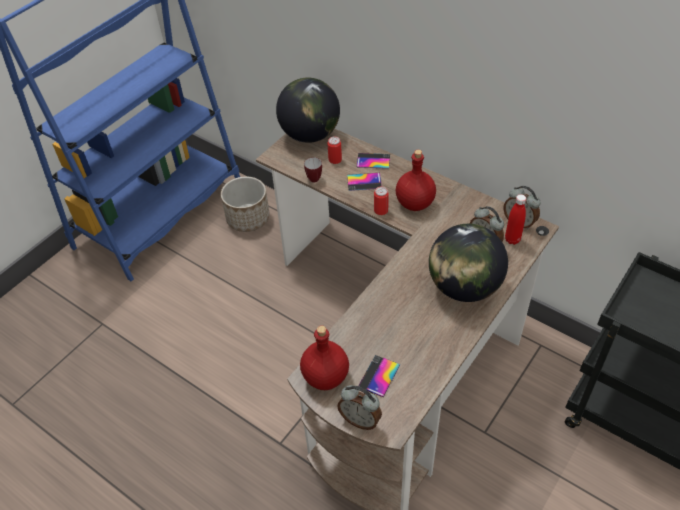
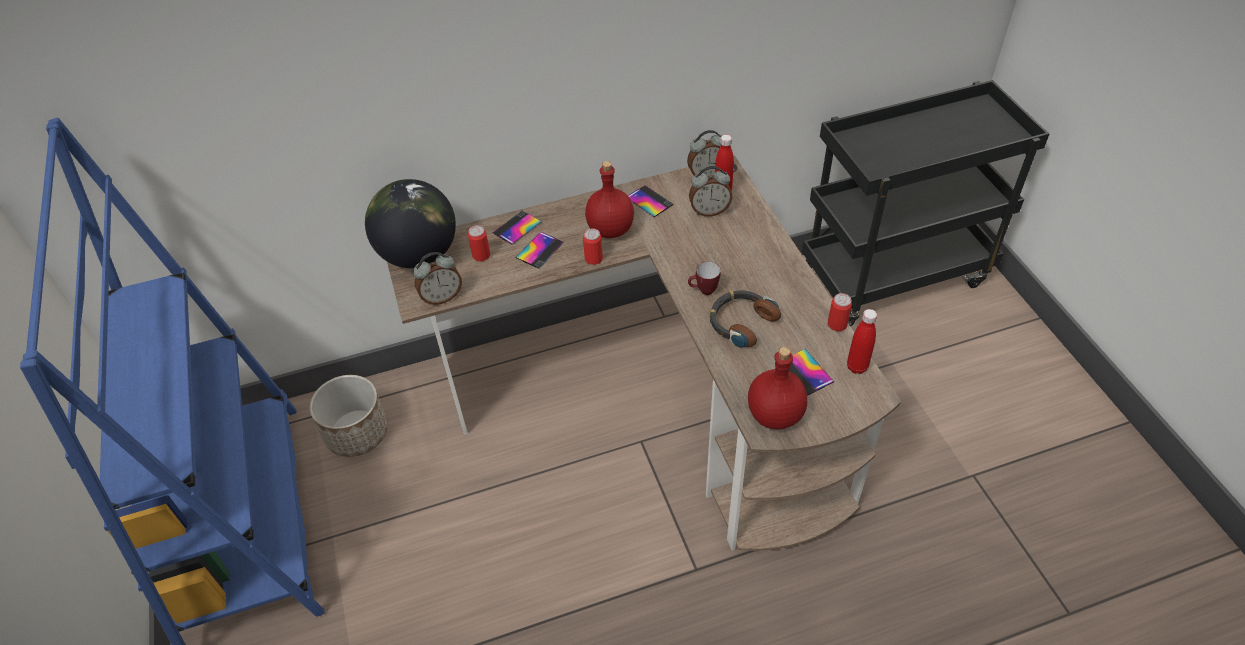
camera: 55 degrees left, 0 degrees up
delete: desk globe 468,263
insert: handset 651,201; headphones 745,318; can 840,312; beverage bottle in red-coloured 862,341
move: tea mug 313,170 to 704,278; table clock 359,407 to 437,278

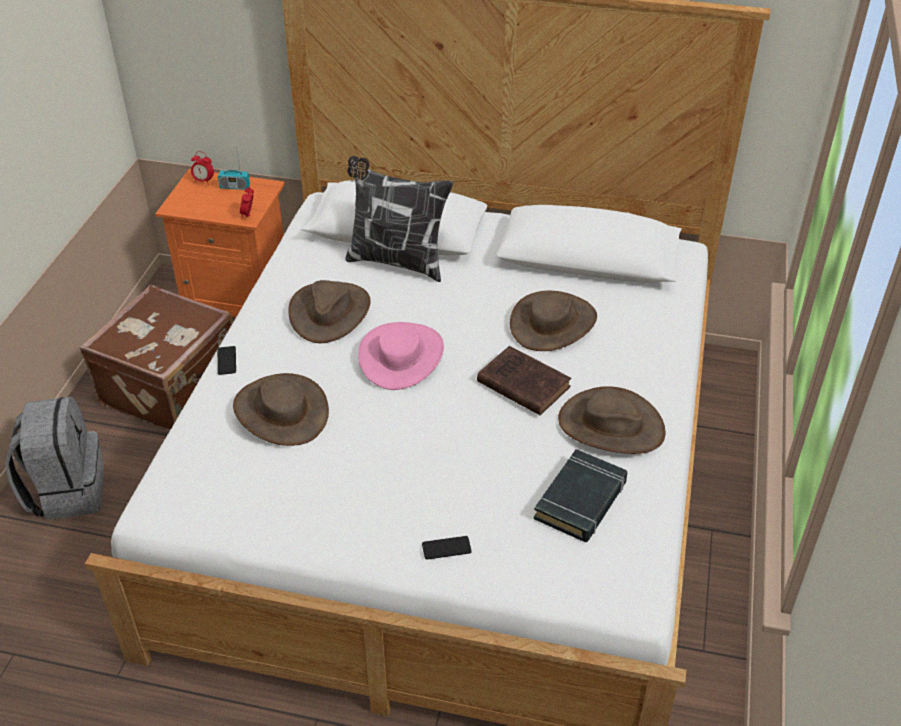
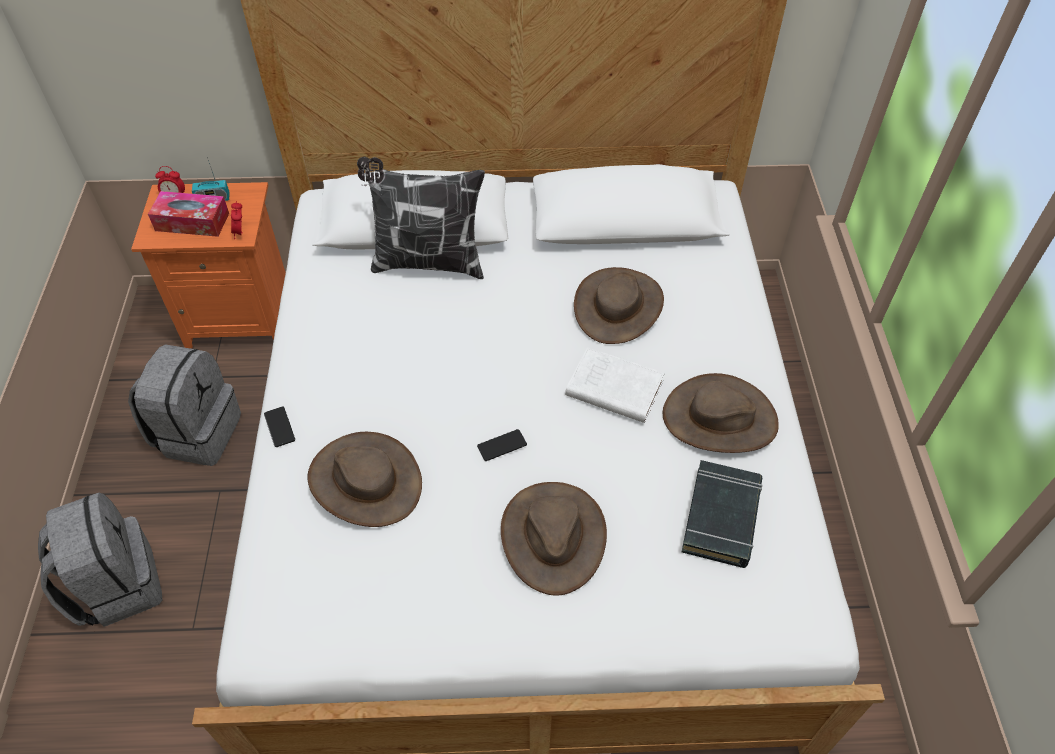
camera: 15 degrees left, 10 degrees up
delete: hat in pink 401,356
insert: box of tissues 188,214
move: hat in brownish 329,311 to 554,538; handset 447,547 to 502,445
replace: piece of luggage in brownish 156,358 to knapsack in gray 184,405
recolor: volume in brownish 524,380 to volume in whitish 615,385

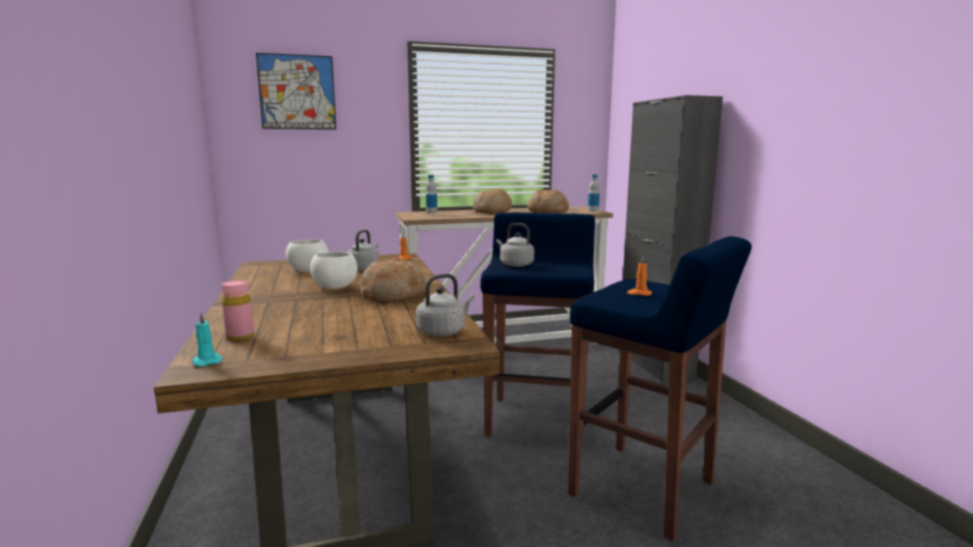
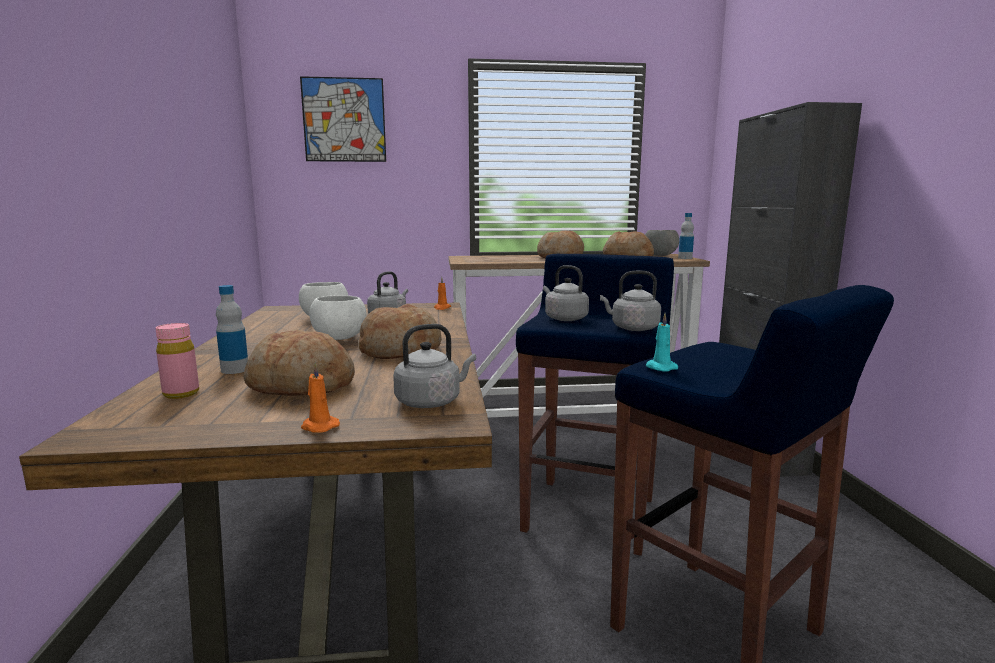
camera: 10 degrees right, 0 degrees up
insert: deep dish in gray 662,243; kettle in gray 630,301; baked bread 299,362
move: beverage bottle 431,194 to 232,329; candle in orangey 639,276 to 320,397; candle in turquoise-coloured 207,339 to 662,342

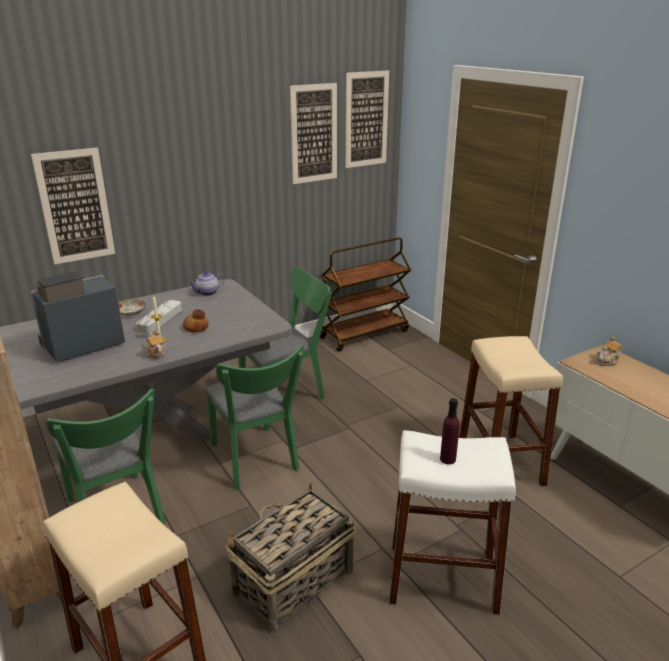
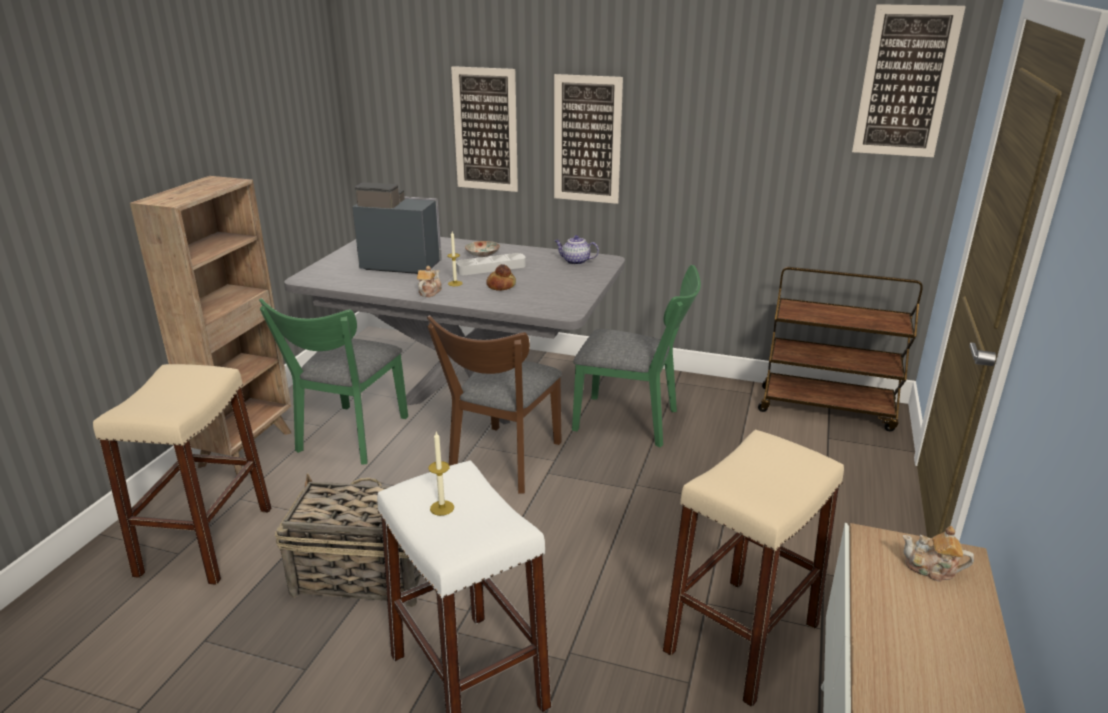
camera: 50 degrees right, 0 degrees up
move: wall picture 313,133 to 588,139
replace: beverage bottle in purple 449,431 to candle 441,474
recolor: plain chair in green-coloured 254,417 to plain chair in brownish 494,404

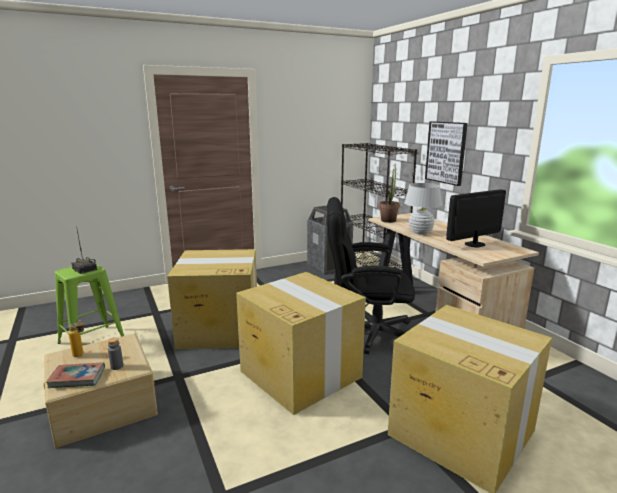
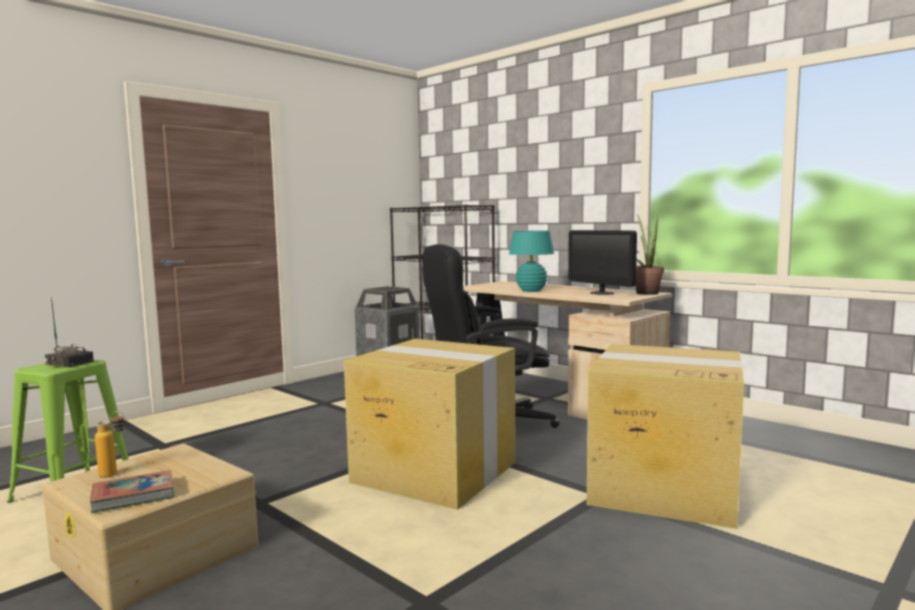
camera: 20 degrees left, 10 degrees down
delete: wall picture 446,153; packing box 212,299; beverage bottle in gray 115,353
move: plant in a pot 389,193 to 649,254
recolor: lamp for a table in whitish 423,209 to lamp for a table in turquoise-coloured 531,261
rotate: computer display 476,218 = 602,262 75 degrees counterclockwise

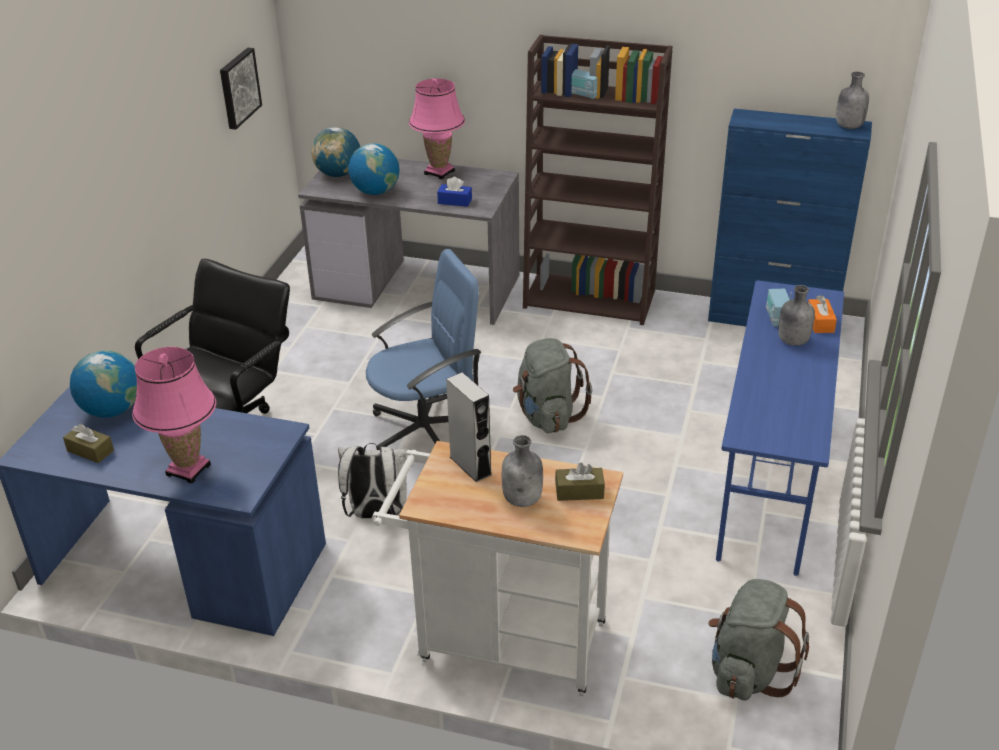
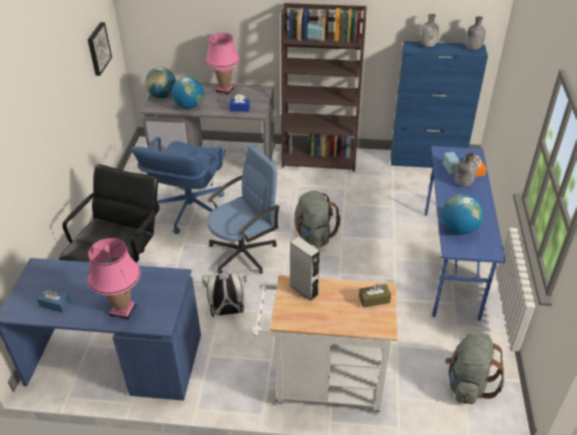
camera: 10 degrees left, 5 degrees up
insert: computer chair in blue 178,185
move: desk globe 103,384 to 462,214; beverage bottle in gray 522,471 to 429,31
recolor: box of tissues in brownish 88,443 to box of tissues in blue 54,301

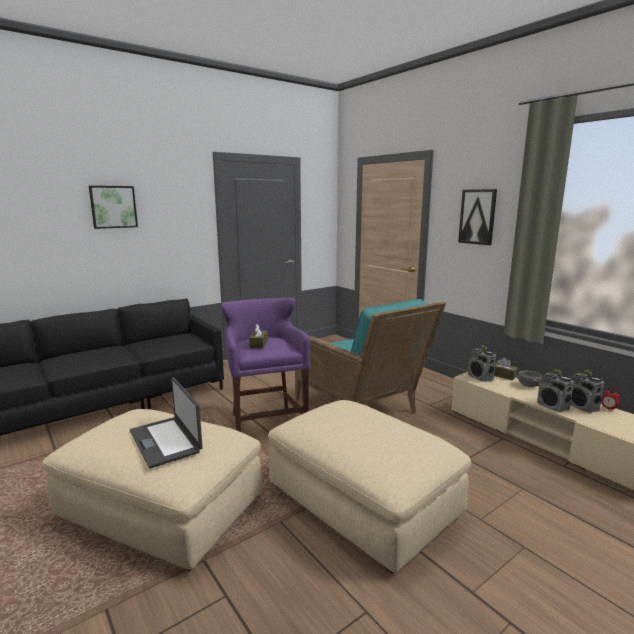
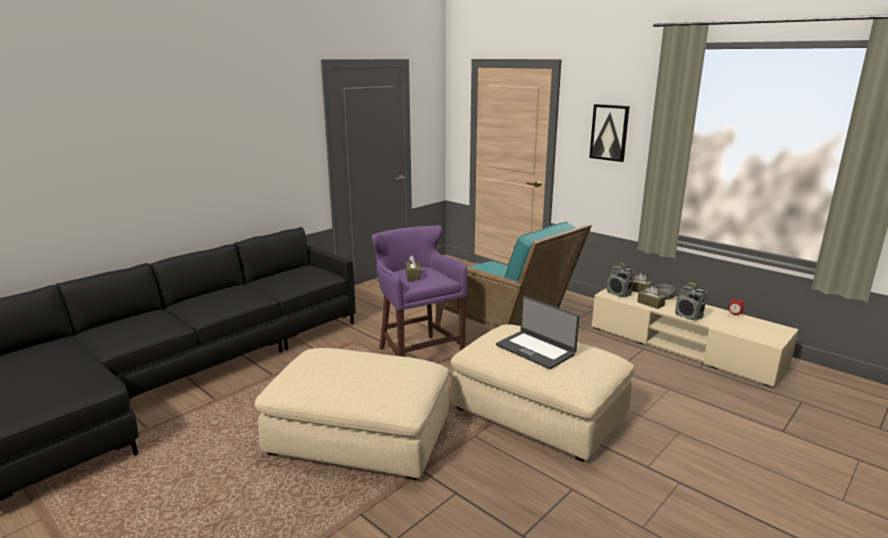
camera: 10 degrees left, 5 degrees up
delete: wall picture 113,207; radio receiver 587,391
insert: box of tissues in brownish 651,297
move: laptop 166,422 to 537,332

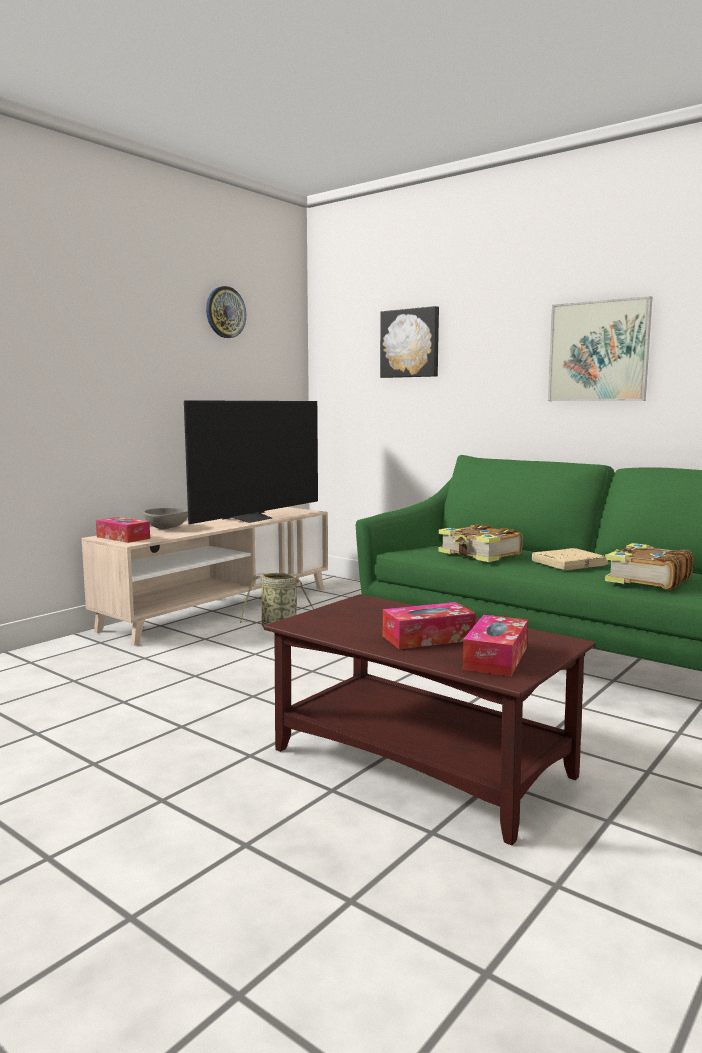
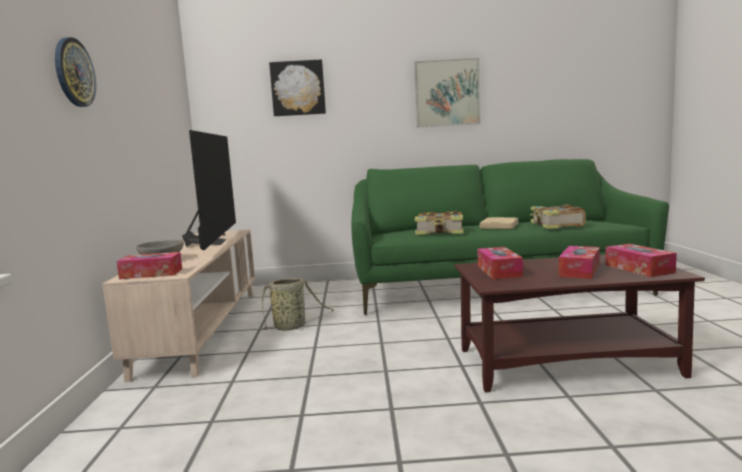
camera: 40 degrees left, 0 degrees up
insert: box of tissues 500,263
move: wall clock 226,312 to 75,72

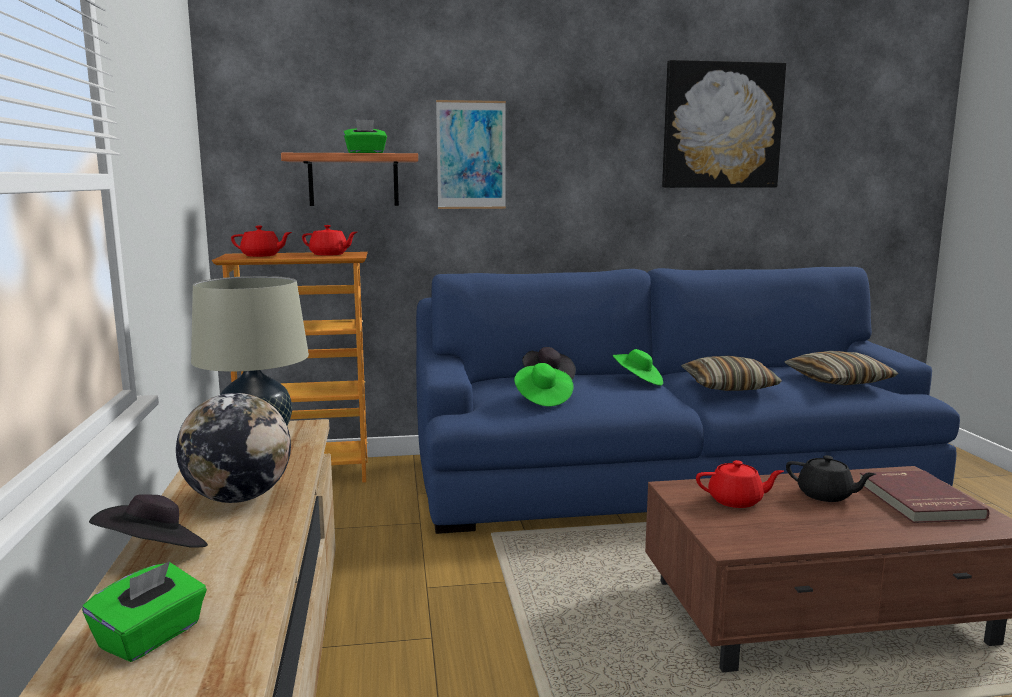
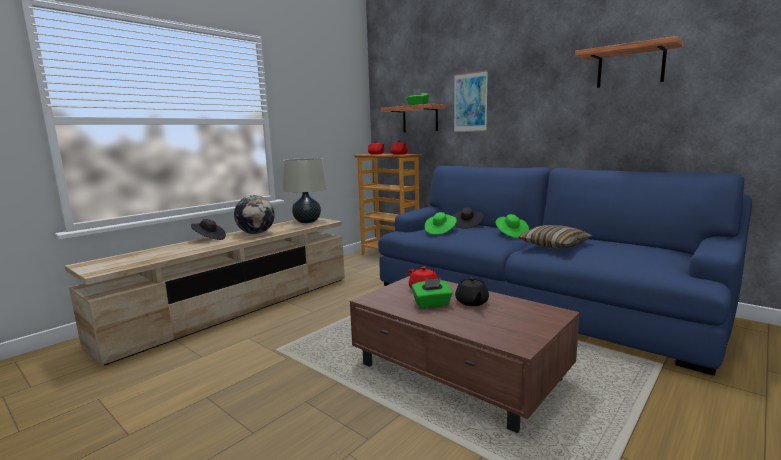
camera: 50 degrees right, 0 degrees up
delete: cushion 841,368; volume in red-coloured 924,497
move: box of tissues in green-coloured 144,611 to 432,293
replace: wall picture 724,124 to shelf 629,62

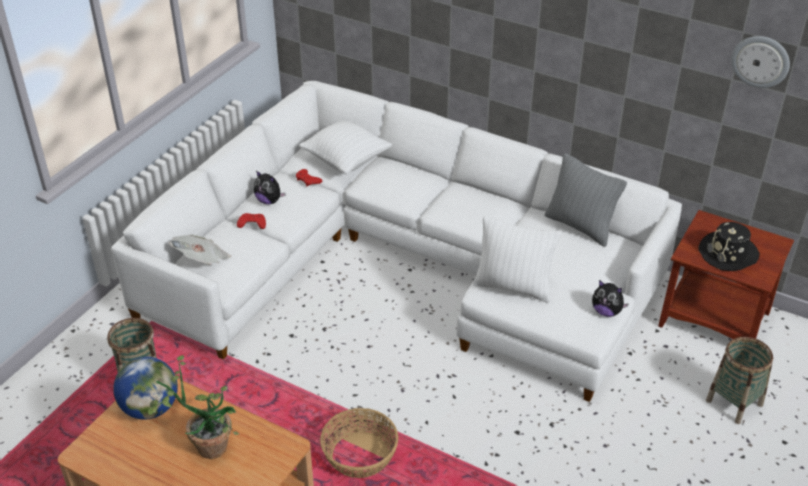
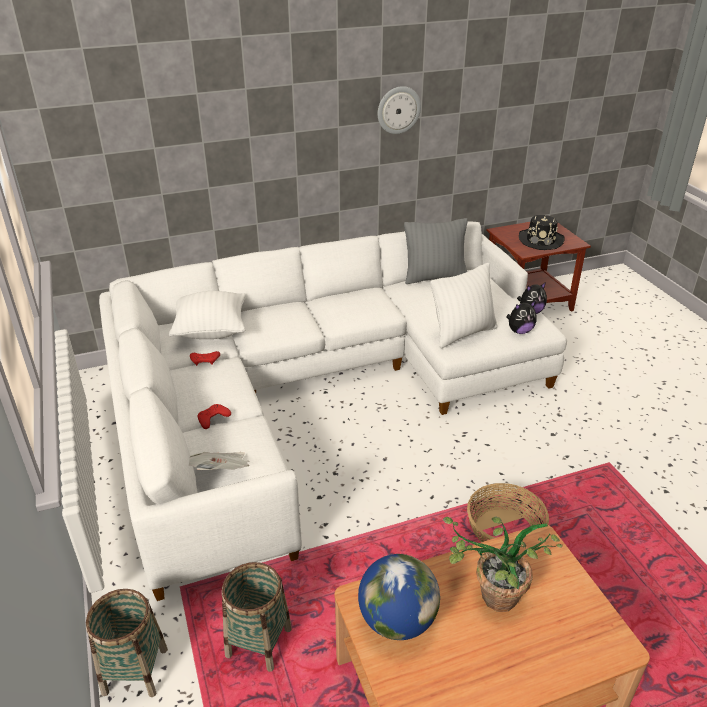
camera: 50 degrees left, 5 degrees down
move: wall clock 760,62 to 399,110; plush toy 270,187 to 521,317; storage basket 740,380 to 127,643

